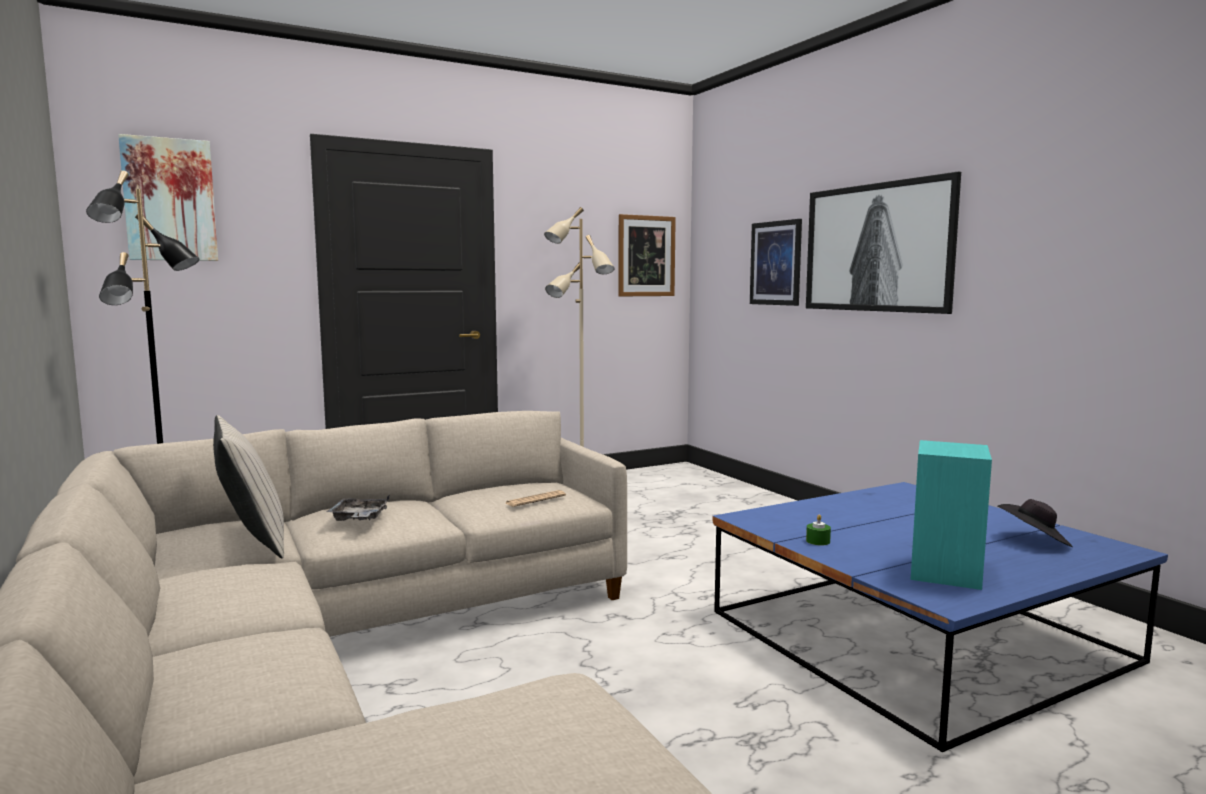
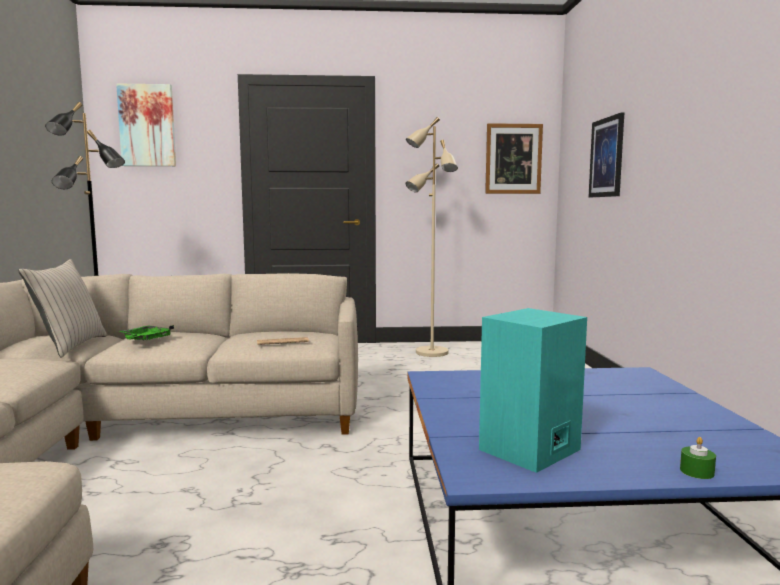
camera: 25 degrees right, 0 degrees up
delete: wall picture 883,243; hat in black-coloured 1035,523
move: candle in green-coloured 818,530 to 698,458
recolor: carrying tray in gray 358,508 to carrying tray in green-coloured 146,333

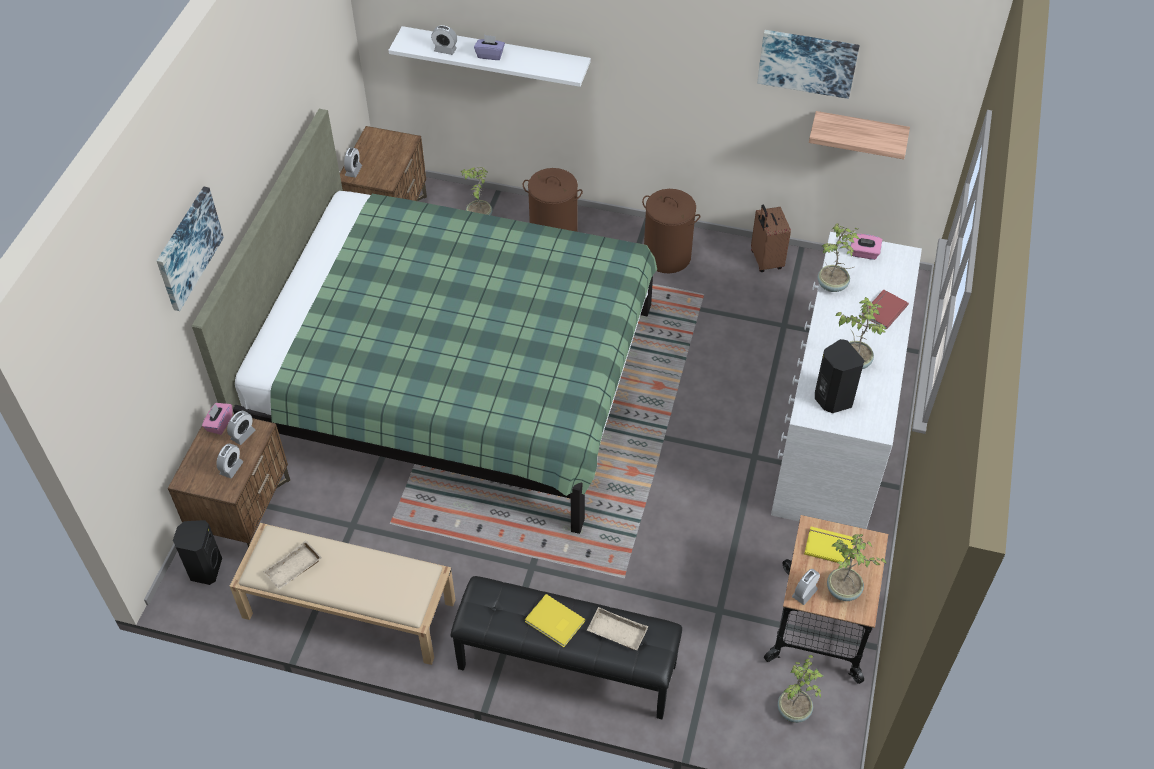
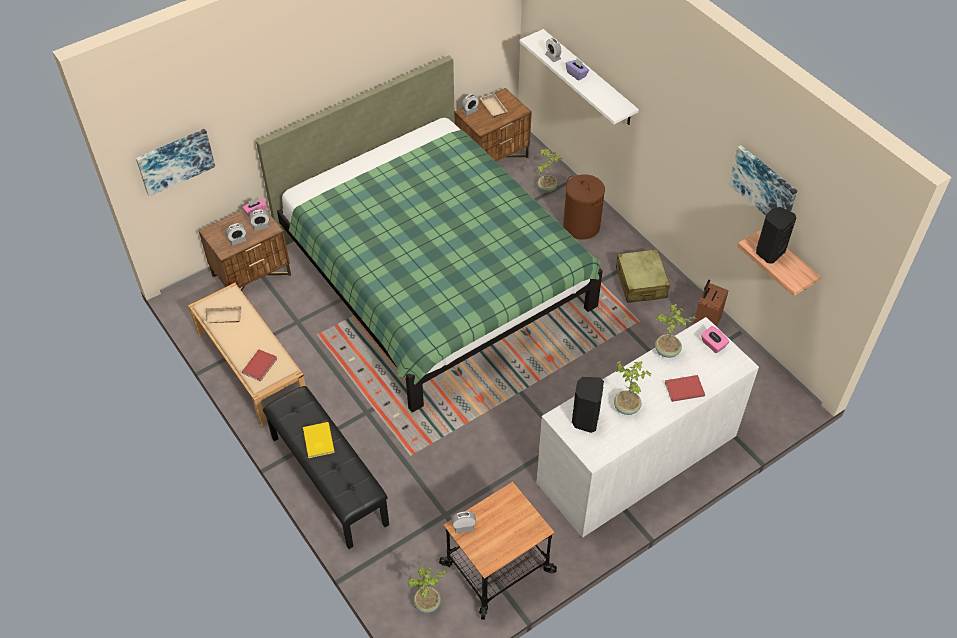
camera: 40 degrees right, 0 degrees up
delete: volume in yellow-coloured 829,546; plant in a pot 857,567
insert: volume in red-coloured 260,365
move: wall picture 190,248 to 175,162; audio speaker in black-coloured 197,552 to 776,235; carrying tray in beige 617,628 to 494,105
replace: laundry basket in brownish 671,231 to piece of luggage in beige 643,276

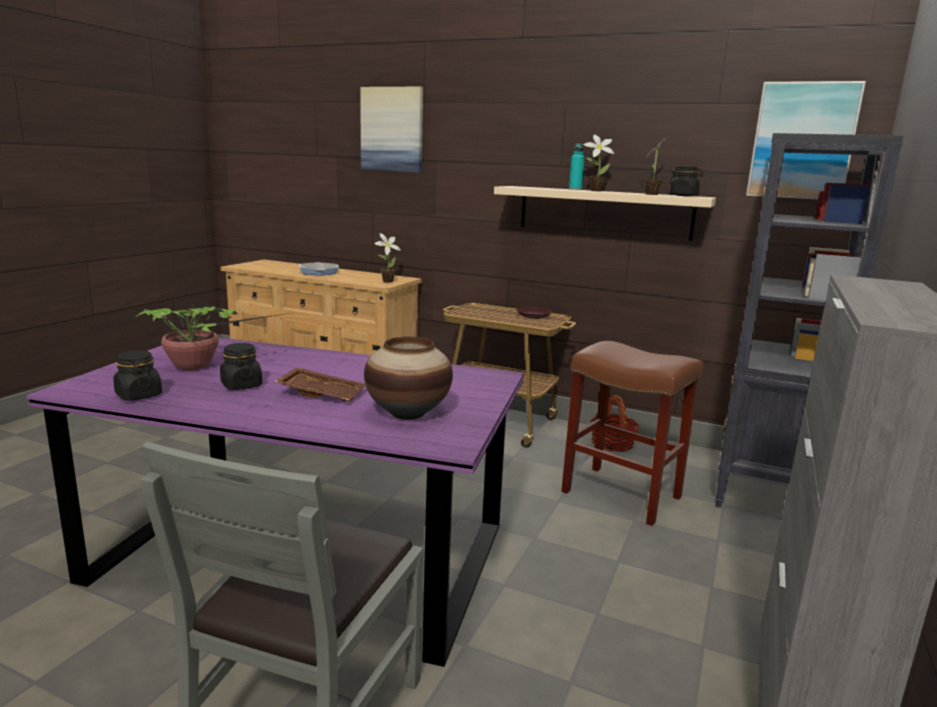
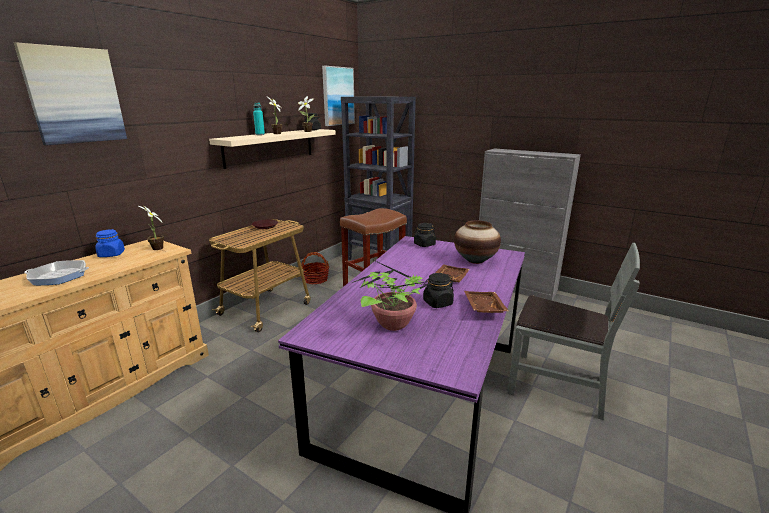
camera: 80 degrees left, 5 degrees up
insert: storage jar in blue 110,243; carrying tray in brownish 486,302
move: storage jar in black-coloured 137,375 to 425,235

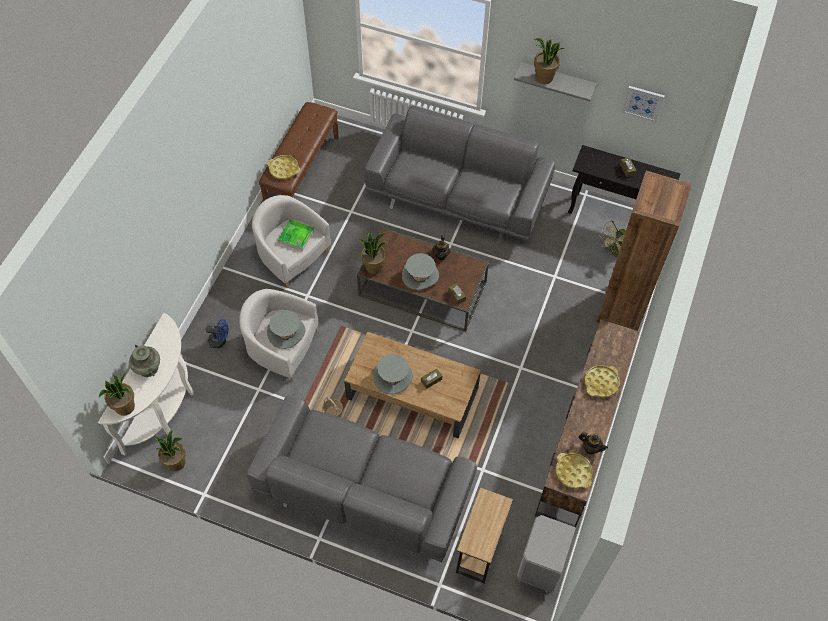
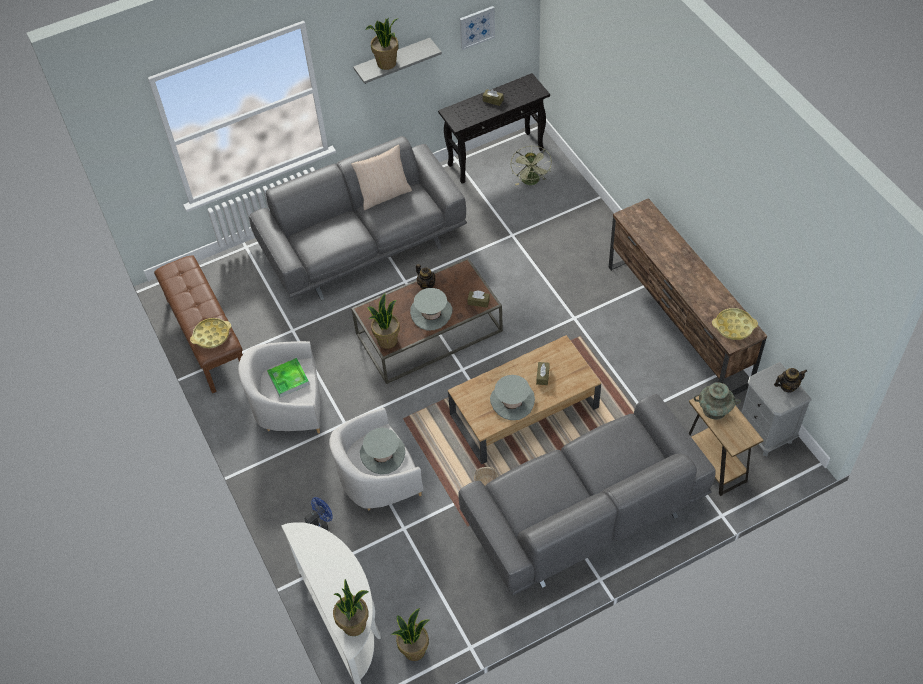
camera: 45 degrees left, 5 degrees down
delete: shelving unit in brownish 644,251; carrying tray in yellow-coloured 602,381
insert: cushion in beige 381,177
move: decorative vase in turquoise-coloured 144,361 to 717,401; pot for tea 593,443 to 790,380

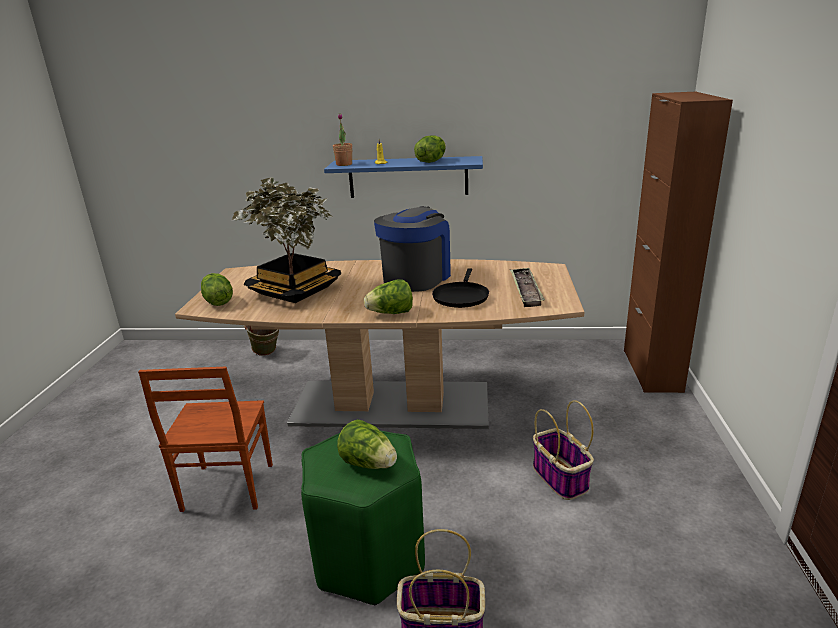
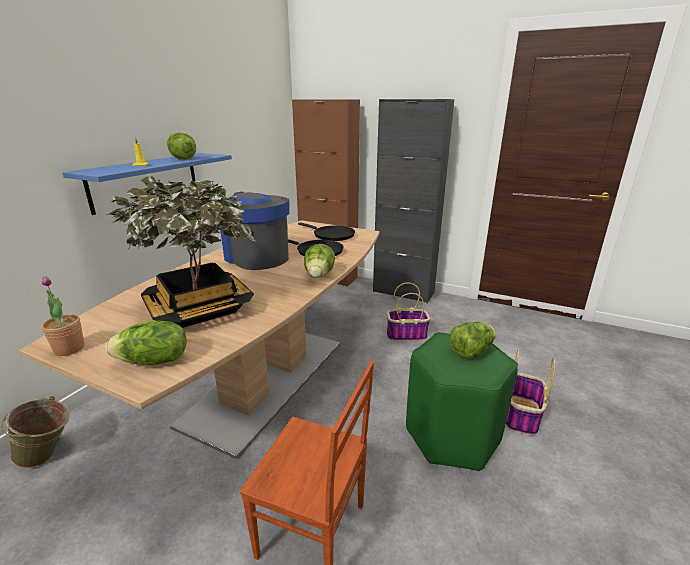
camera: 70 degrees left, 0 degrees up
insert: cupboard in black-coloured 413,201
move: plant in a pot 342,139 to 63,316
replace: carrying tray 527,287 to pan in black-coloured 326,231

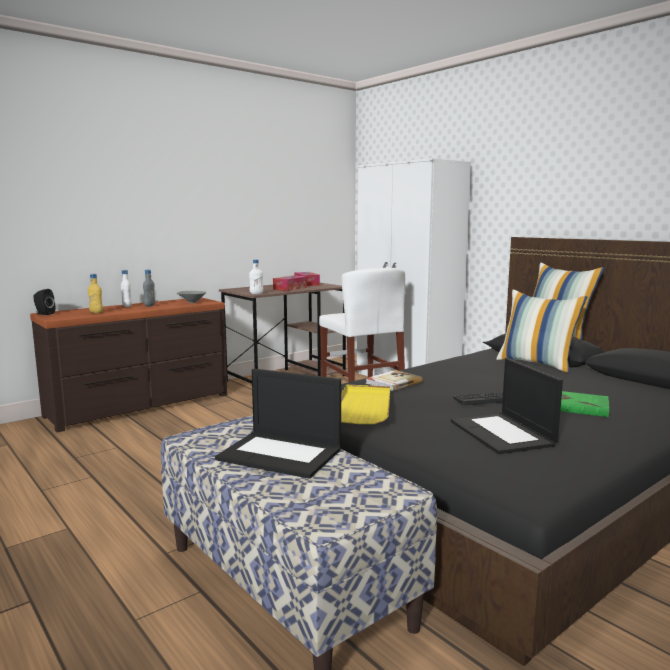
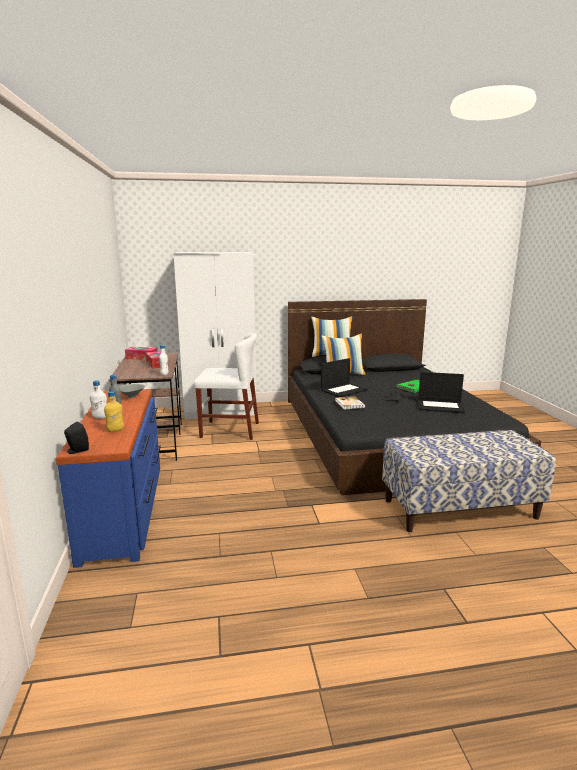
camera: 60 degrees left, 5 degrees up
delete: carrying tray in yellow-coloured 365,404
move: laptop 278,424 to 344,377
recolor: drawer chest in brownish 129,365 to drawer chest in blue 108,478

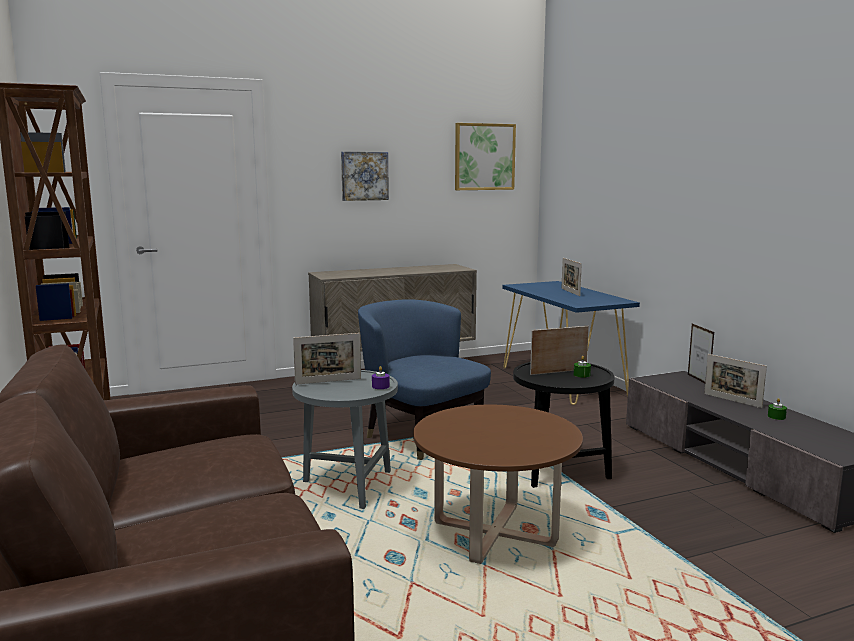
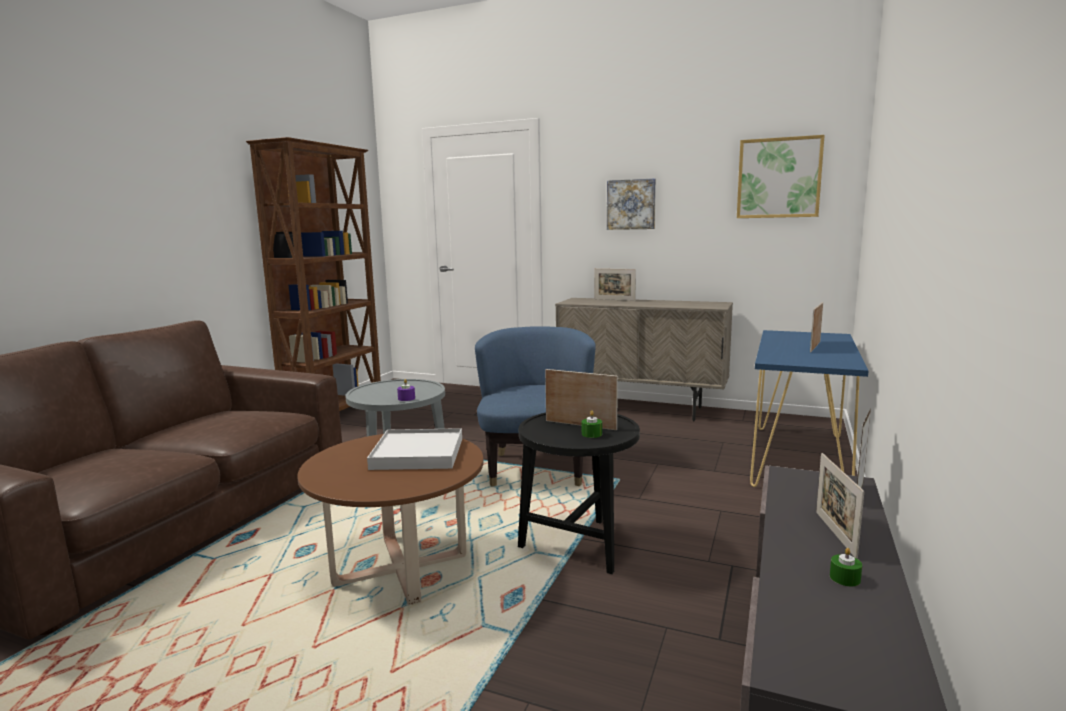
camera: 45 degrees right, 0 degrees up
insert: carrying tray in whitish 414,449
move: photo frame 327,359 to 615,284

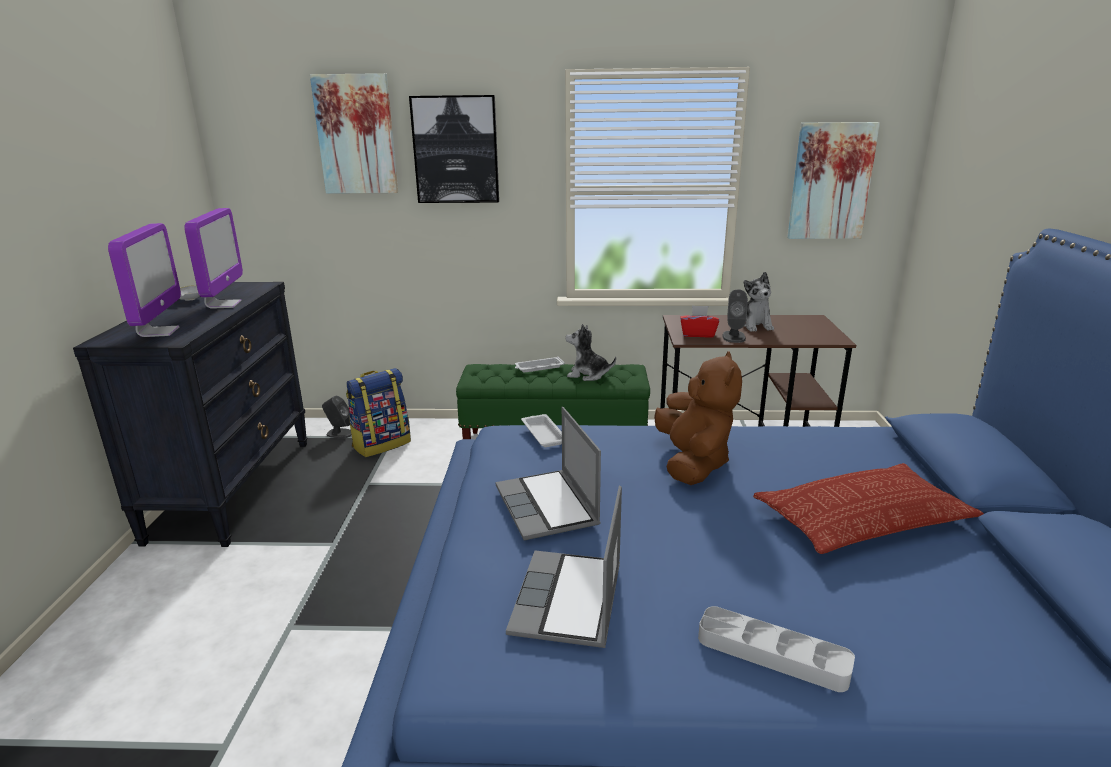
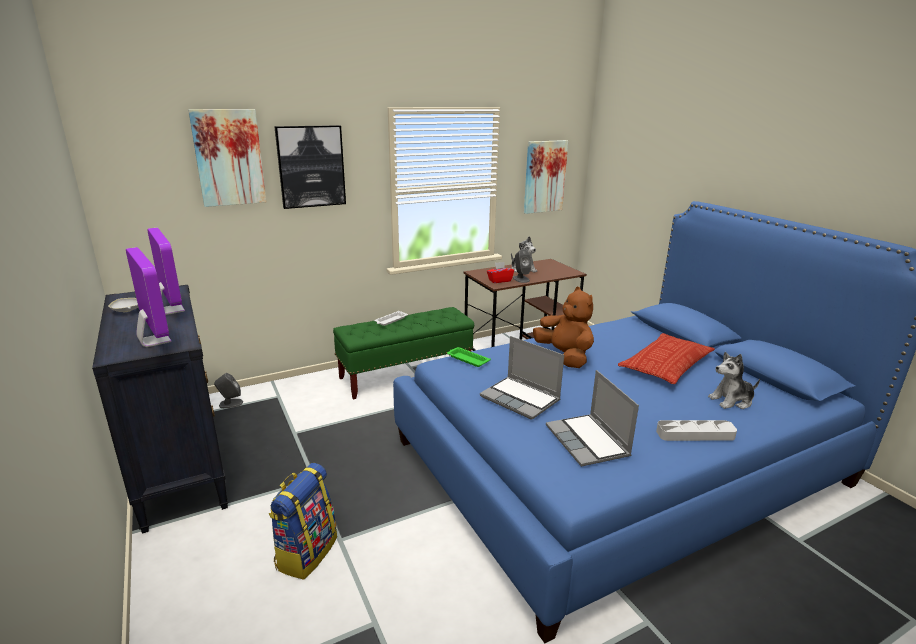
camera: 30 degrees left, 0 degrees up
move: plush toy 590,352 to 734,380; knapsack 378,412 to 303,521
recolor: carrying tray in whitish 541,430 to carrying tray in green-coloured 469,357

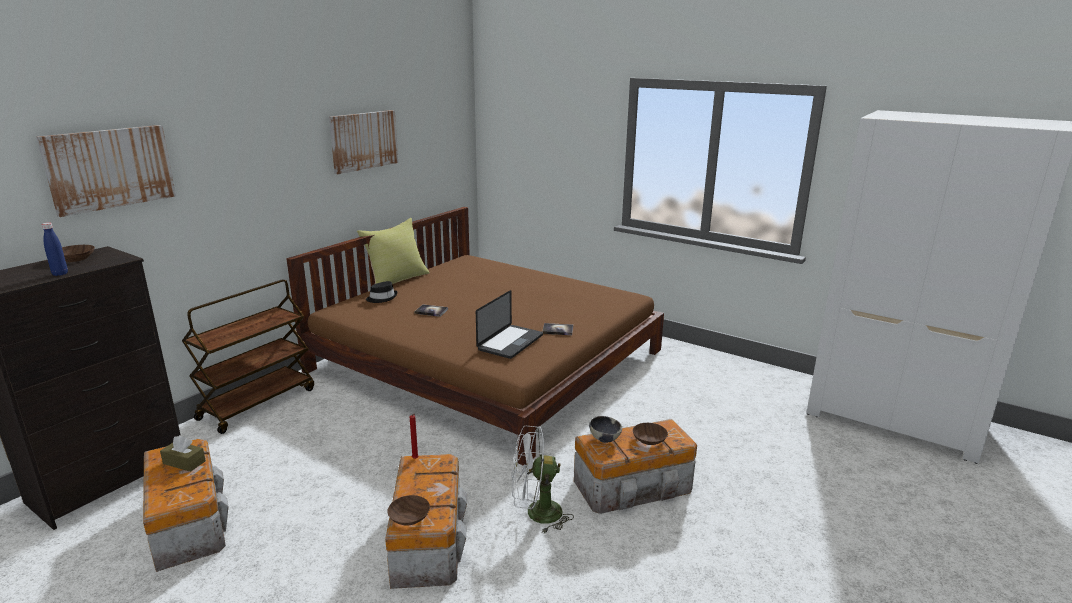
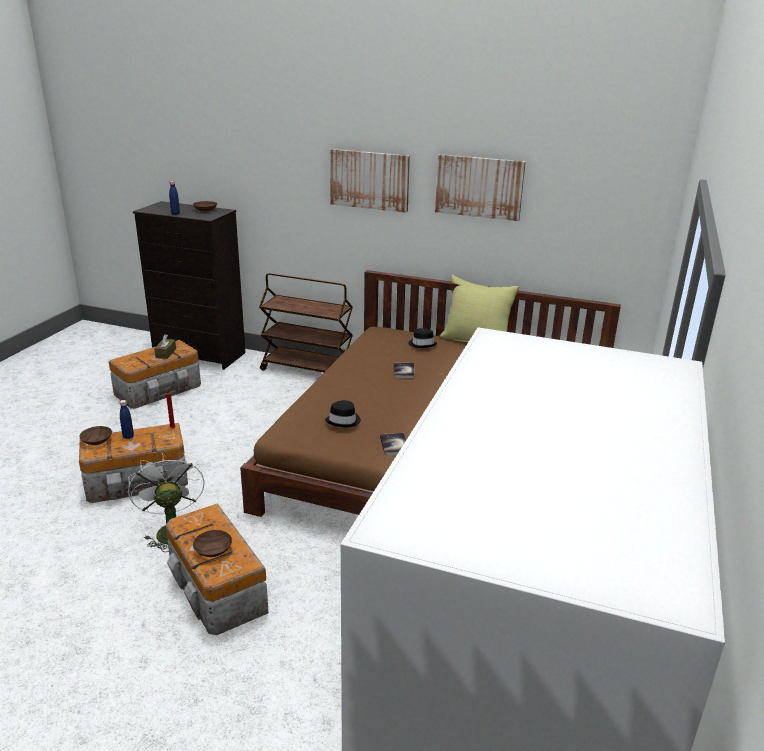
camera: 75 degrees right, 5 degrees up
delete: deep dish 605,429
insert: beverage bottle in blue 127,419
move: wall picture 106,171 to 370,181
replace: laptop 509,324 to hat in black-coloured 343,413

